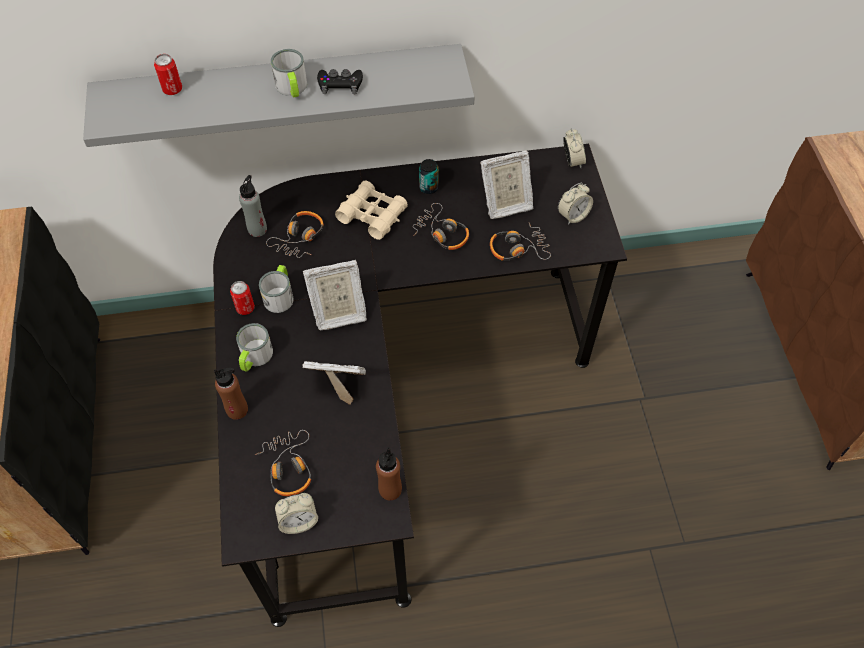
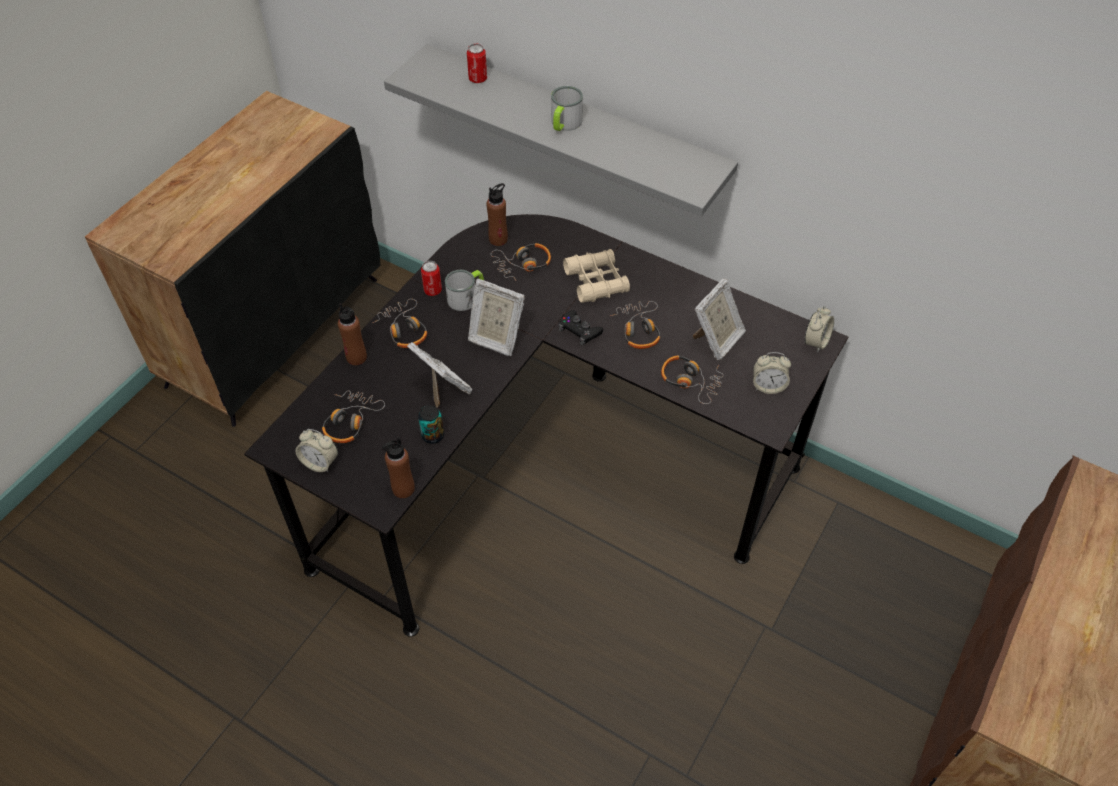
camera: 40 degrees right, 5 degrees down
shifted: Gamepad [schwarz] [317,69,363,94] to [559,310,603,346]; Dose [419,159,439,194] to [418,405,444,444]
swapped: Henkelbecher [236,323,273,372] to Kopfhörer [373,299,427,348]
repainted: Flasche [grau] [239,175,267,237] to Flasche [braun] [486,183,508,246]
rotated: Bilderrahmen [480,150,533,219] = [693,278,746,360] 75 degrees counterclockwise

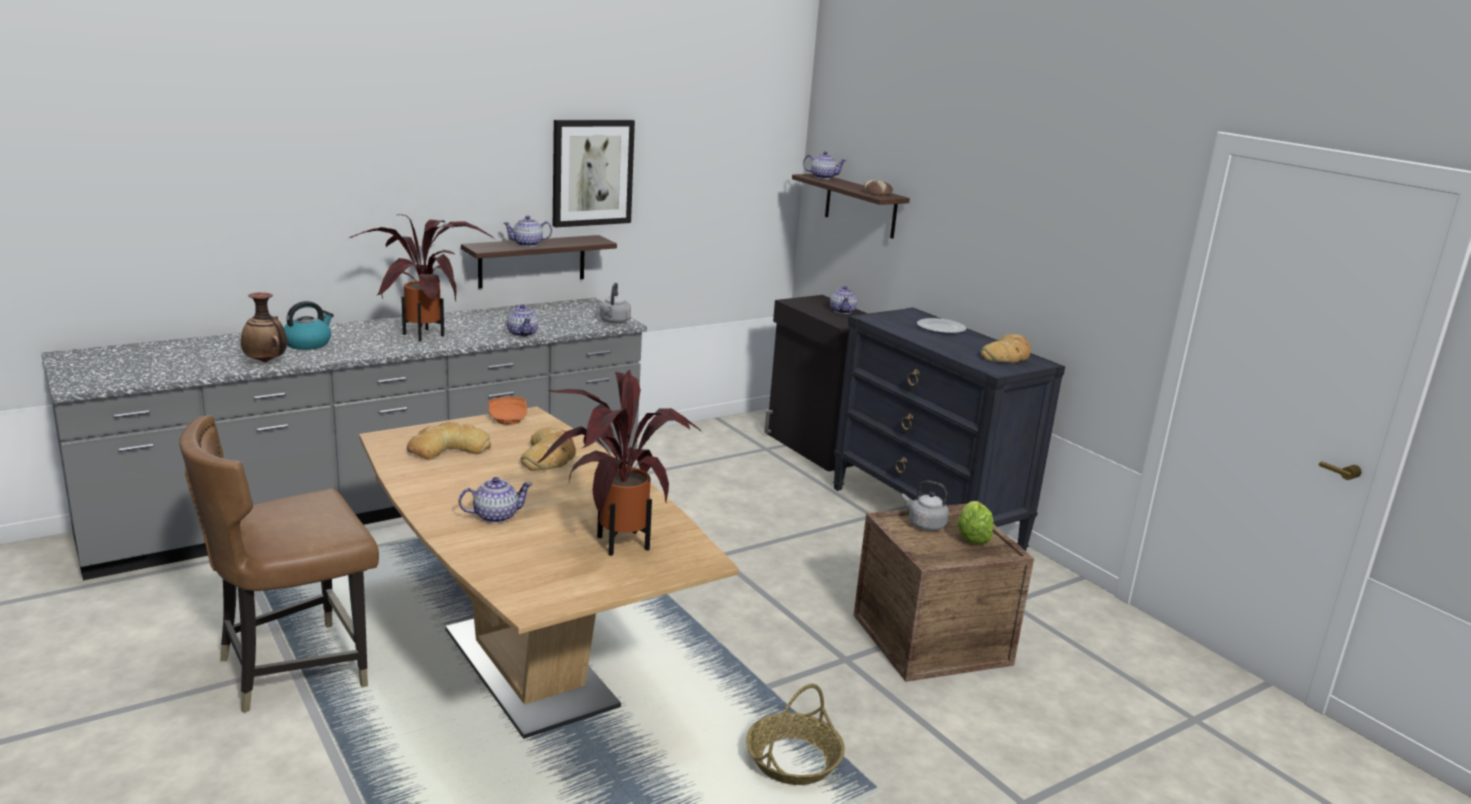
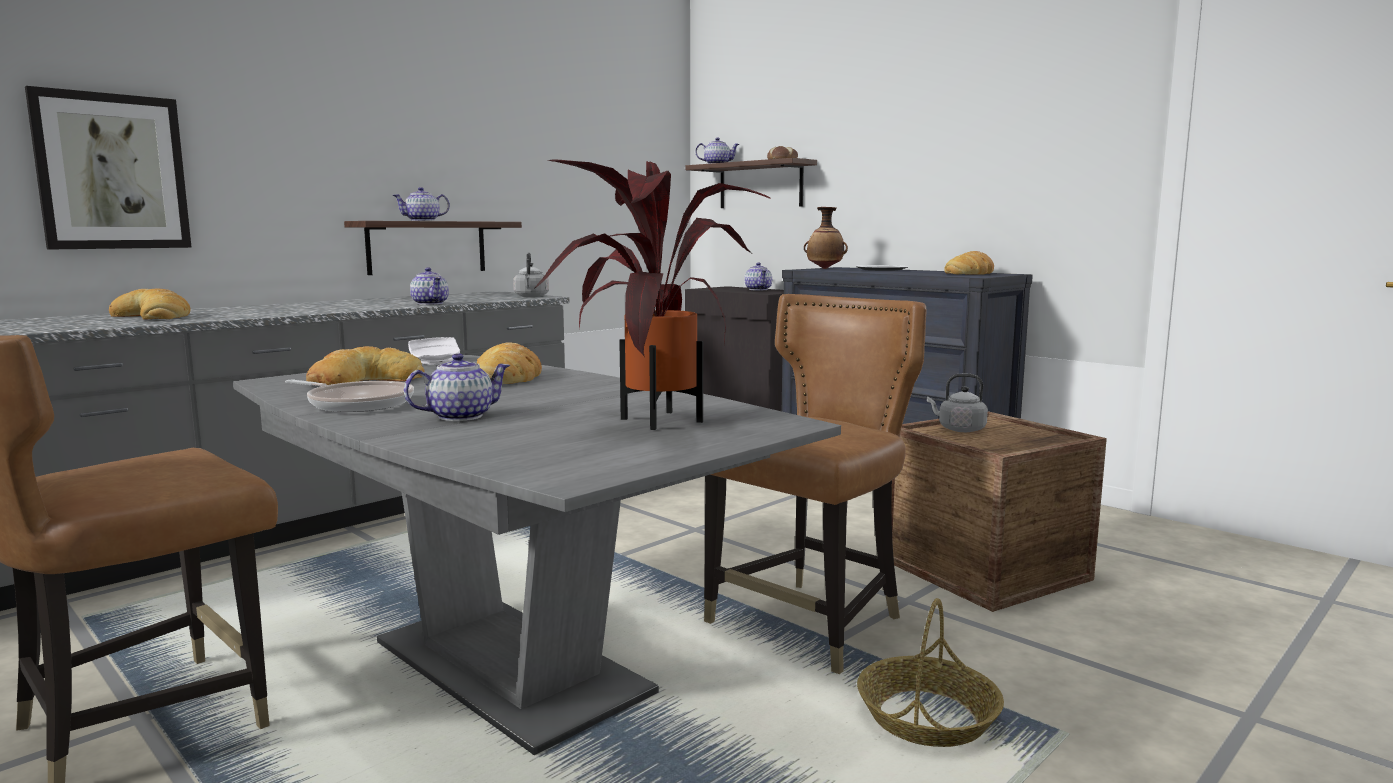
camera: 10 degrees left, 10 degrees down
gone: Topfpflanze [349,214,495,341]; Salatkopf [957,501,994,544]
new: Pfanne [285,380,414,412]; Stuhl [braun] [704,294,927,674]
shifted: Vase [241,292,287,362] to [804,207,848,269]; Bild [553,120,635,228] to [25,86,192,250]
swapped: Wasserkessel [284,301,334,350] to Brot [109,288,191,319]
repainted: Esstisch [braun] [359,407,739,739] to Esstisch [grau] [233,355,841,755]; Teller [orange] [489,397,527,425] to Teller [weiß] [408,337,460,365]

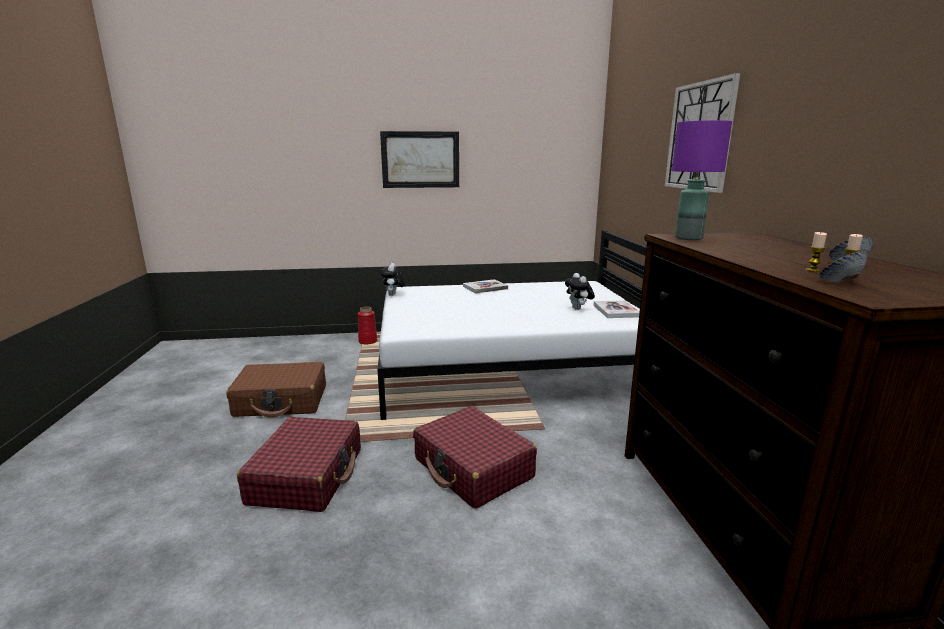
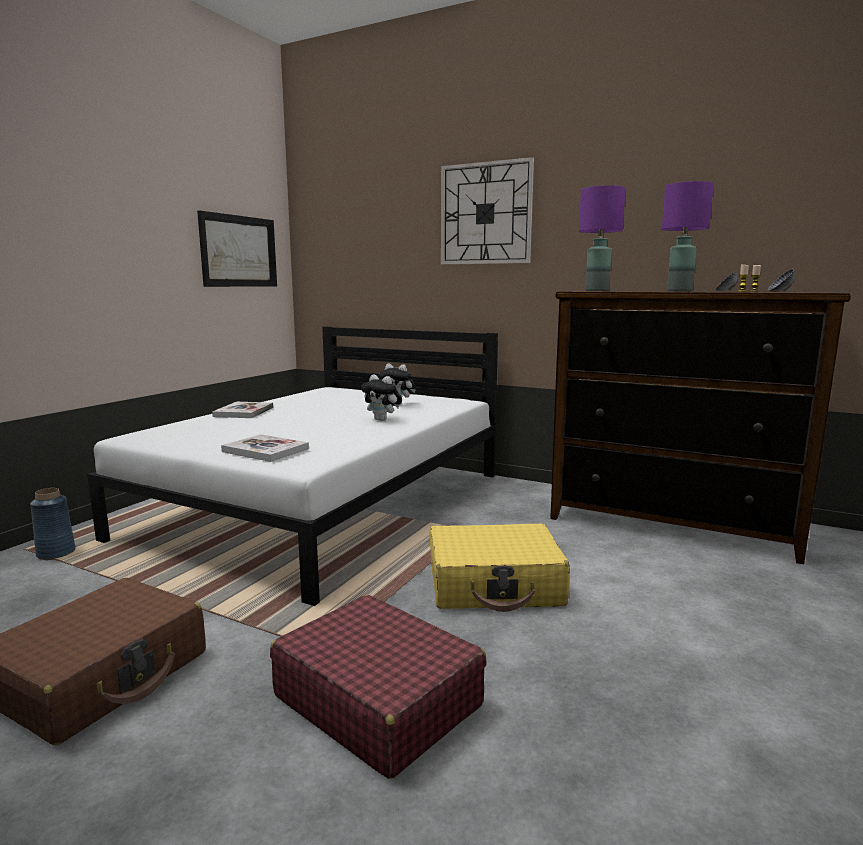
camera: 55 degrees left, 5 degrees down
new: Tischlampe [lila] [662,181,714,291]
shifted: Bild [380,131,459,188] to [197,211,277,287]; Plüschtier [381,263,405,296] to [361,374,402,421]; Buch [594,300,640,318] to [221,434,309,462]
repainted: Vase [rot] [358,306,377,344] to Vase [blau] [30,488,75,560]; Koffer [rot] [413,406,537,509] to Koffer [gelb] [430,524,570,612]

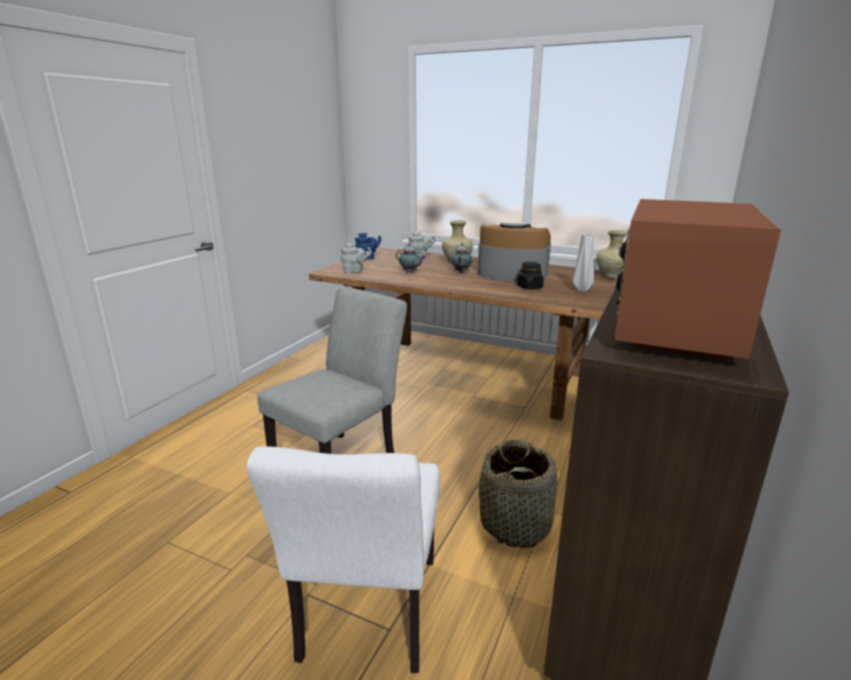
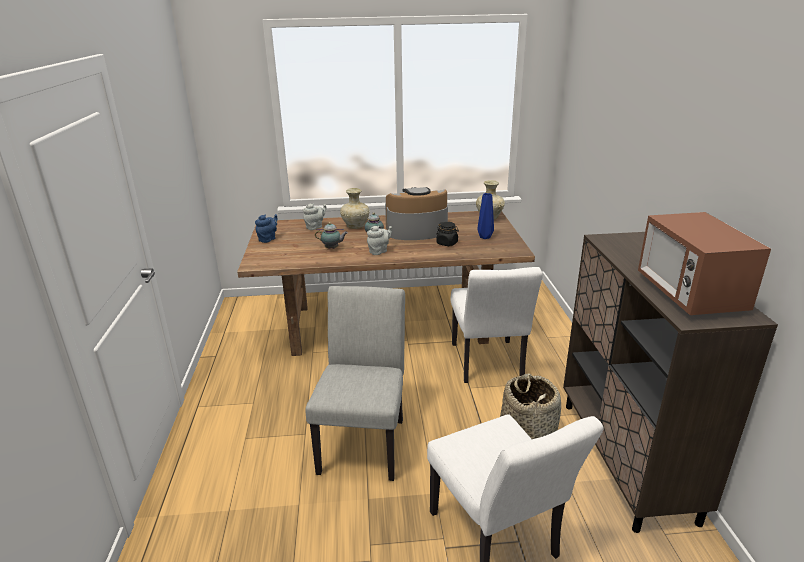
camera: 30 degrees left, 5 degrees up
new: Stuhl [weiß] [450,267,543,383]
shifted: Teekanne [grau] [340,242,372,273] to [367,226,392,255]
repainted: Vase [grau] [573,234,594,292] to Vase [blau] [477,193,494,239]

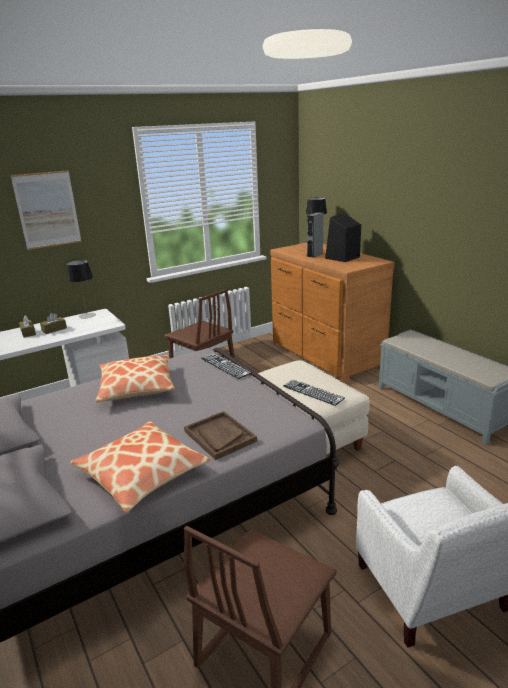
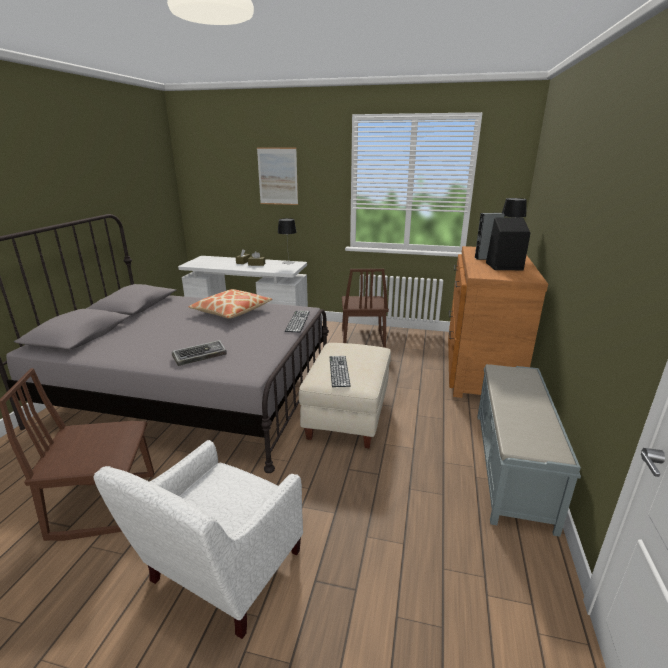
camera: 45 degrees right, 0 degrees up
gone: Kissen [70,421,211,512]
swapped: Tablett [braun] [184,411,257,460] to Tastatur [171,340,227,366]

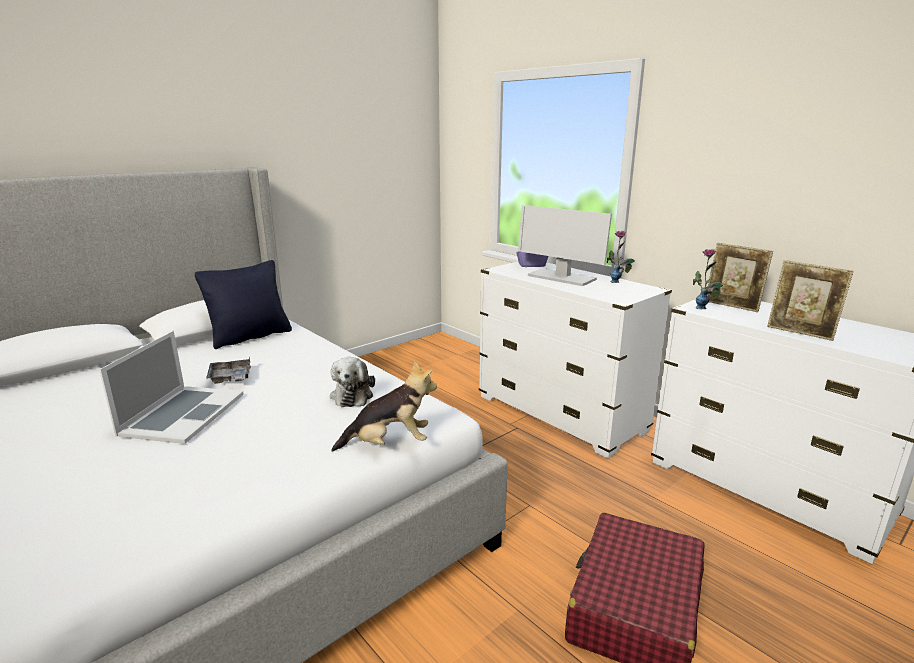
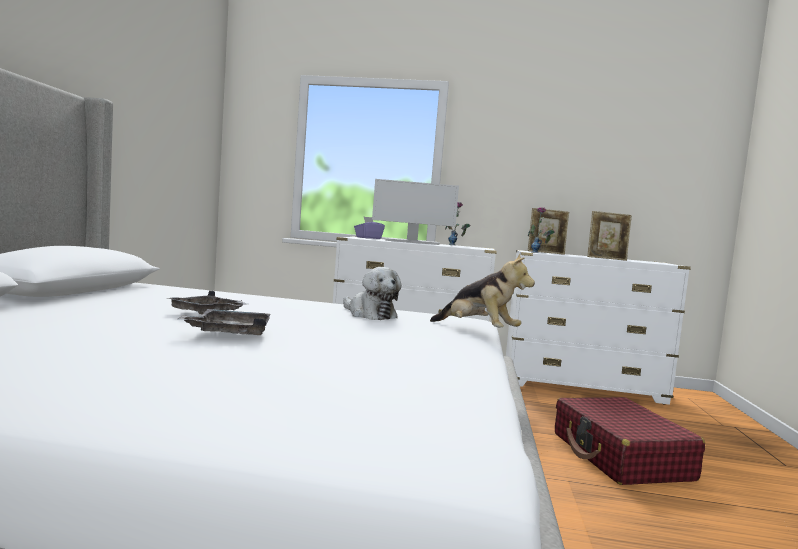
camera: 40 degrees left, 15 degrees down
gone: Kissen [schwarz] [195,260,292,349]
swapped: Laptop [99,331,244,444] to Tablett [grau] [178,309,270,335]
rotated: Plüschtier [331,361,437,452] = [430,253,535,328] 90 degrees clockwise

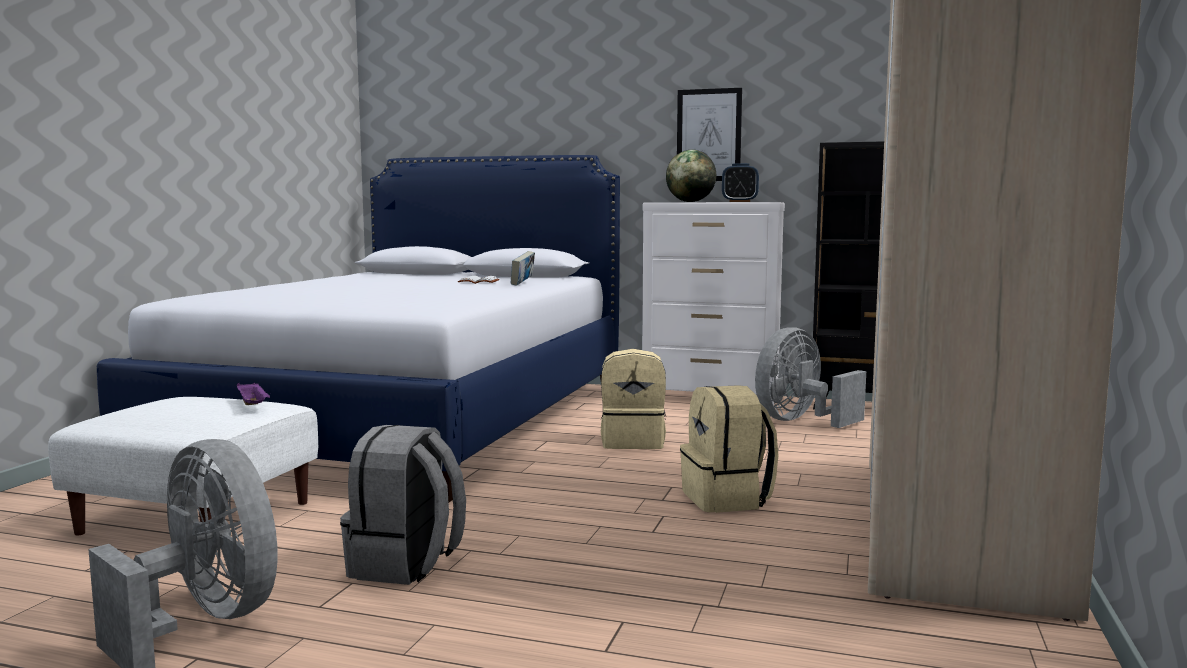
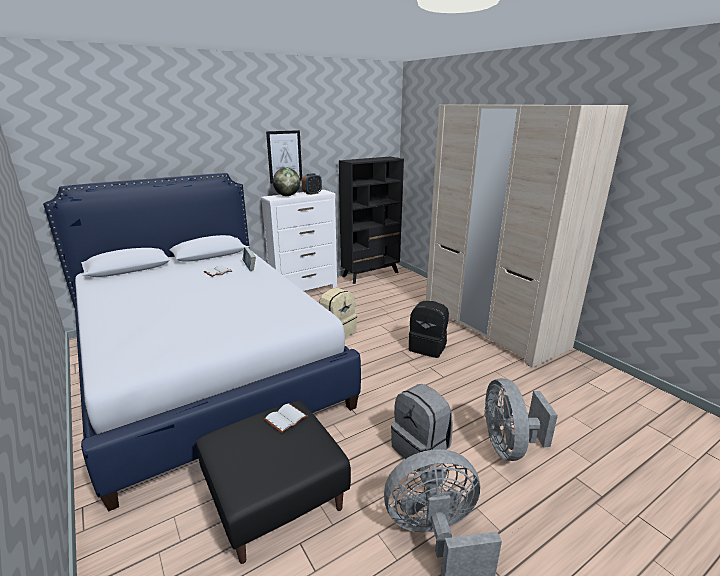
camera: 50 degrees left, 15 degrees up
shifted: Ventilator [grau] [755,327,866,428] to [484,378,558,461]
swapped: Tablett [lila] [237,383,270,405] to Buch [weiß] [264,403,308,433]
repainted: Polsterhocker [weiß] [48,397,318,536] to Polsterhocker [schwarz] [196,401,351,564]; Rucksack [beige] [680,385,778,513] to Rucksack [schwarz] [409,301,449,358]

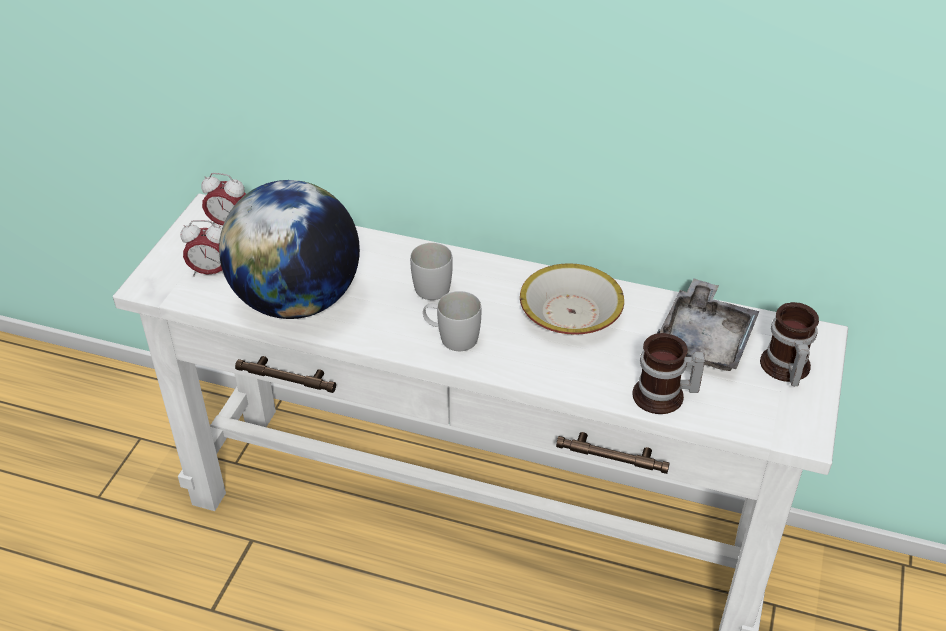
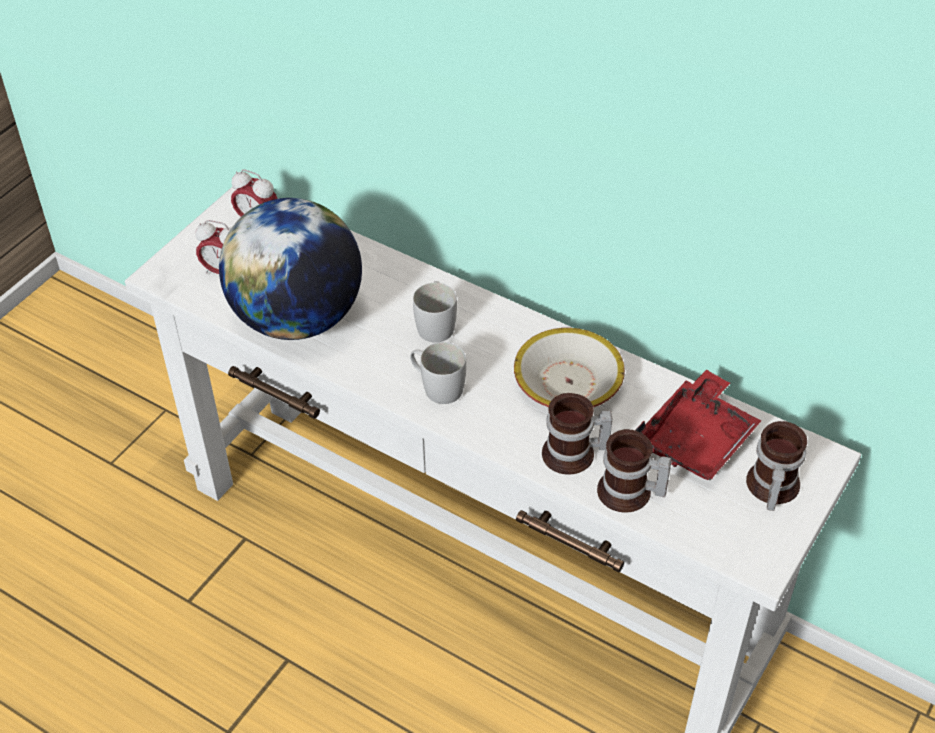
camera: 15 degrees right, 5 degrees up
new: Henkelbecher [542,393,612,475]
repainted: Tablett [grau] [657,278,759,371] to Tablett [rot] [635,370,761,480]

